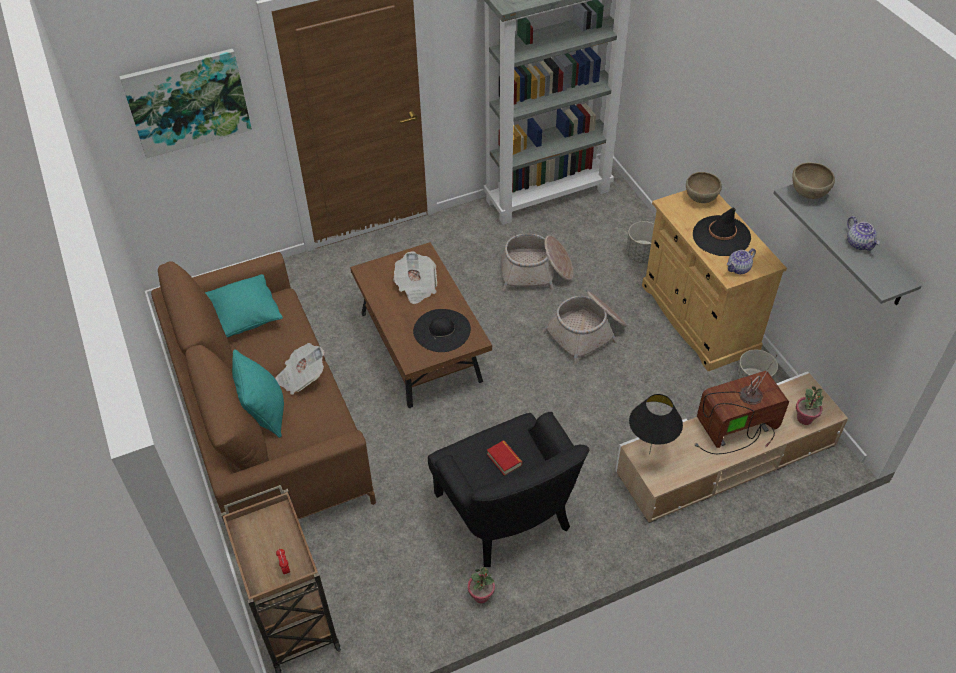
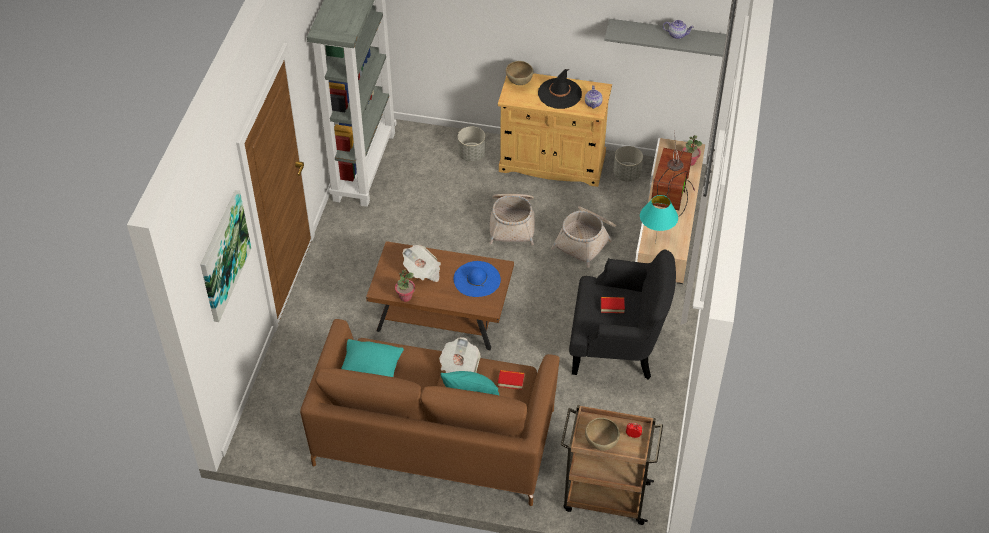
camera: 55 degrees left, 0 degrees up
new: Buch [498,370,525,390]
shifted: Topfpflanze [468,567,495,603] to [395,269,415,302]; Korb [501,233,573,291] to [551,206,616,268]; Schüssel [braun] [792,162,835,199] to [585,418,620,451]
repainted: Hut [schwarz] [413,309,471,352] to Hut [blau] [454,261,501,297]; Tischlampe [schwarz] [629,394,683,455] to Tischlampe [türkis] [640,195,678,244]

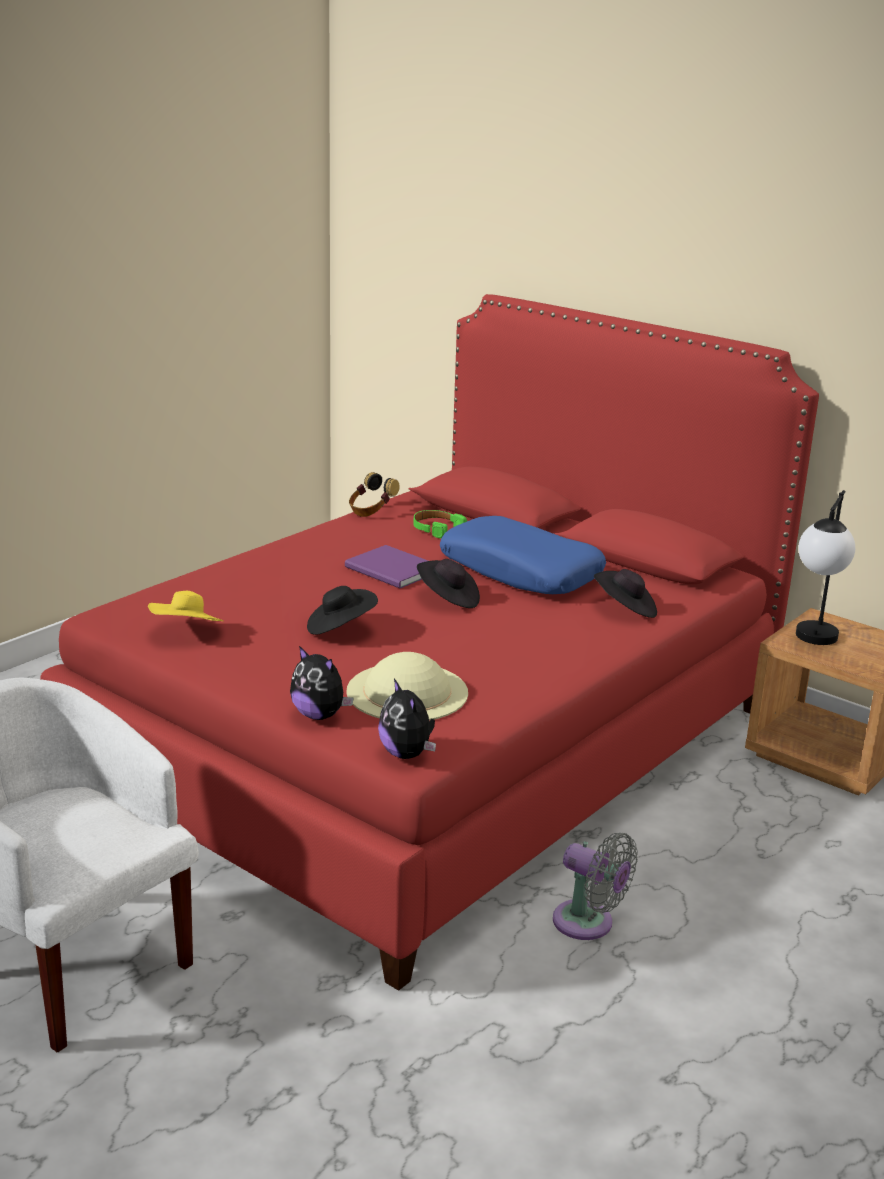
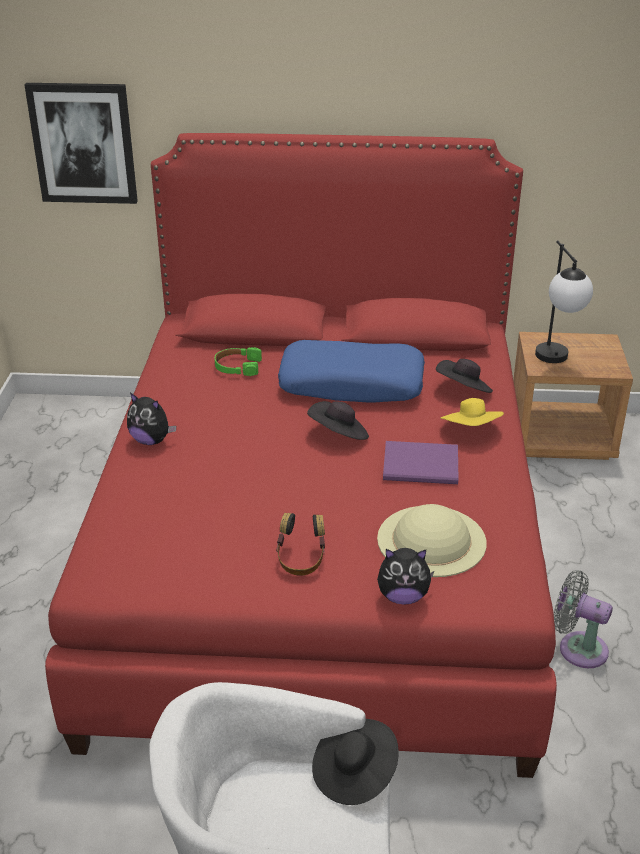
camera: 35 degrees left, 10 degrees up
new: Bild [25,83,138,204]
shifted: Hut [gelb] [148,591,224,621] to [441,398,504,426]; Hut [schwarz] [307,586,378,635] to [312,719,399,805]; Buch [lila] [345,545,428,588] to [383,441,458,484]; Kopfhörer [349,472,400,517] to [276,513,325,576]; Plüschtier [378,679,436,759] to [127,393,176,445]
rotated: Ventilator [grau] [553,833,638,940] = [554,570,613,668] 150 degrees counterclockwise

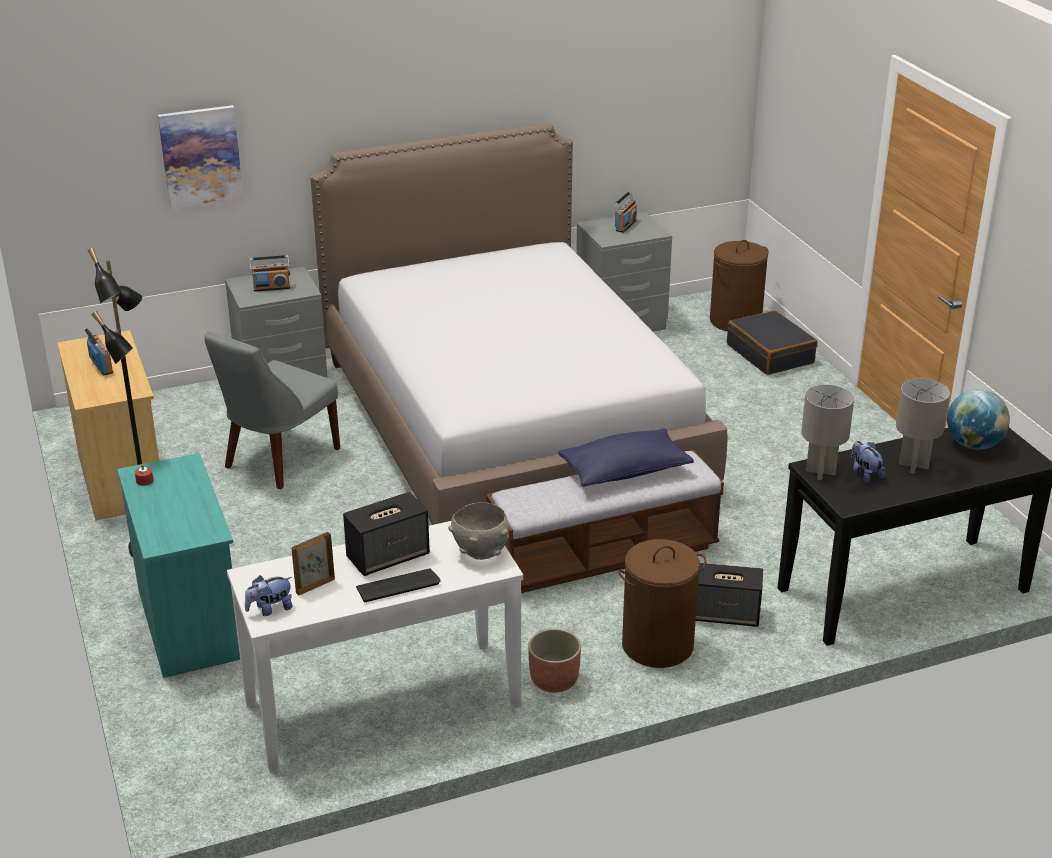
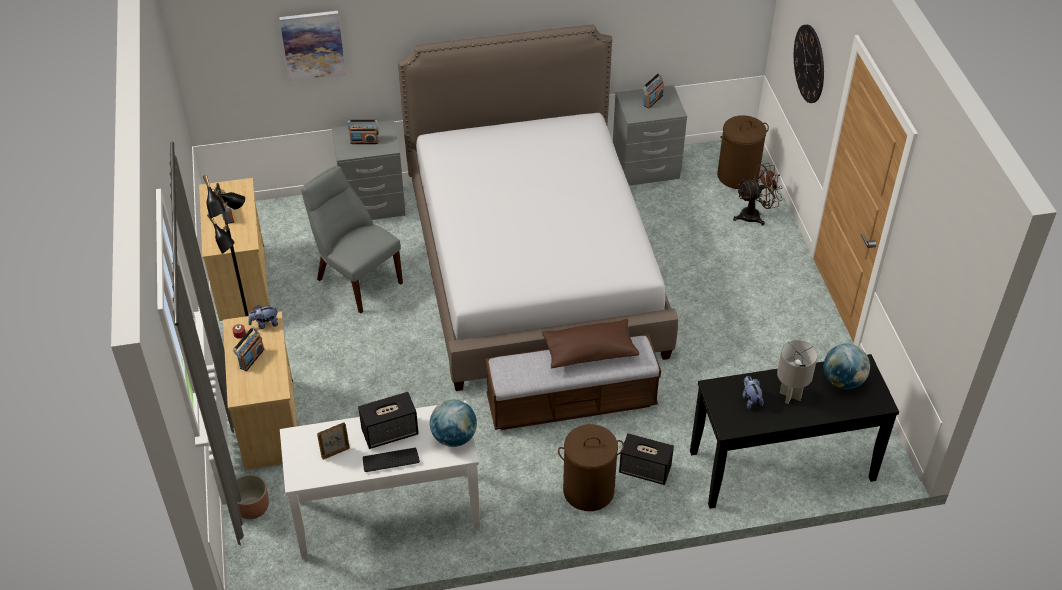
camera: 10 degrees right, 15 degrees up
gone: Tischlampe [grau] [801,385,854,480]
new: Radio [233,327,264,371]; Wanduhr [794,24,824,103]
shifted: Plüschtier [245,575,292,616] to [248,305,278,329]; Pflanzkübel [528,629,581,693] to [236,474,269,519]
swapped: Schüssel [grau] [448,502,509,560] to Globus [430,400,477,447]; Koffer [schwarz] [727,310,818,375] to Ventilator [braun] [733,163,783,226]
repainted: Kommode [türkis] [117,453,240,678] to Kommode [beige] [223,311,297,470]; Kissen [blau] [558,428,694,487] to Kissen [braun] [542,319,639,368]
rotated: Stuhl [grau] [204,332,340,489] = [301,165,403,314] 90 degrees clockwise

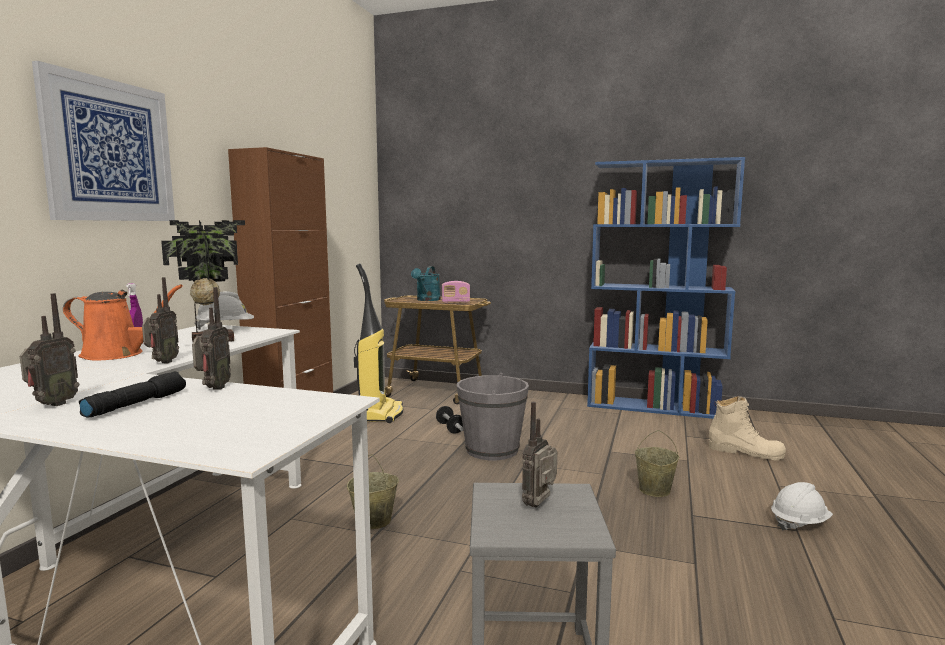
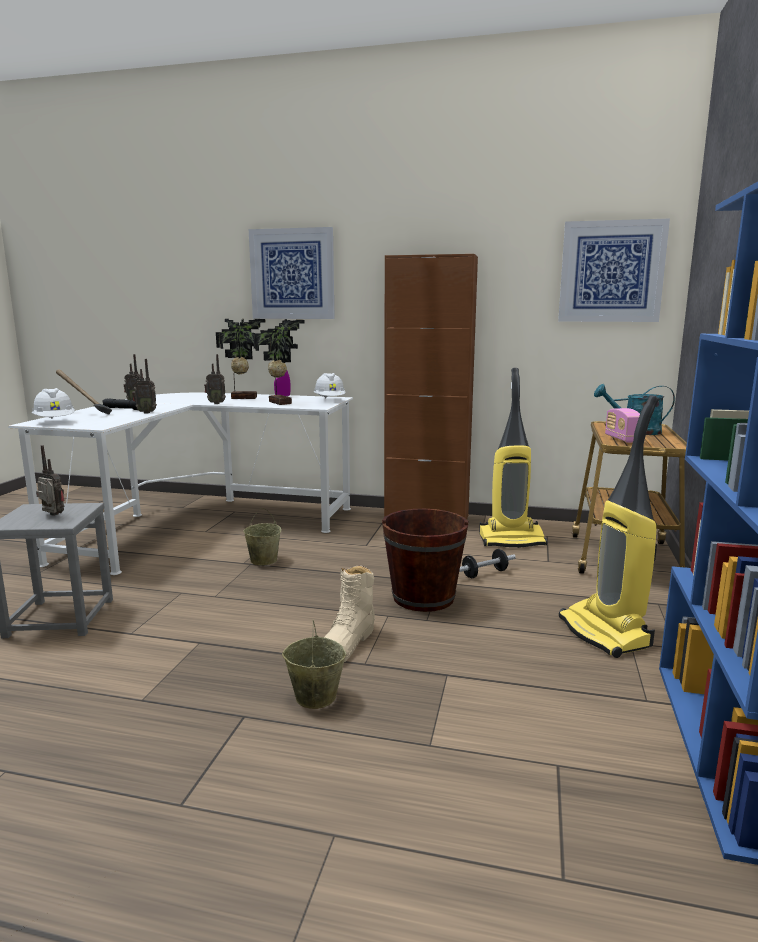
camera: 85 degrees right, 5 degrees up
new: Hammer [56,369,112,415]; Bild [558,219,670,322]; Staubsauger [559,395,659,658]
shifted: Stiefel [beige] [709,396,786,461] to [325,565,375,662]; Schutzhelm [weiß] [771,482,833,530] to [32,388,75,419]
swapped: Gießkanne [orange] [63,284,183,360] to Topfpflanze [216,319,265,399]
repainted: Eimer [grau] [457,373,529,460] to Eimer [braun] [382,509,469,612]

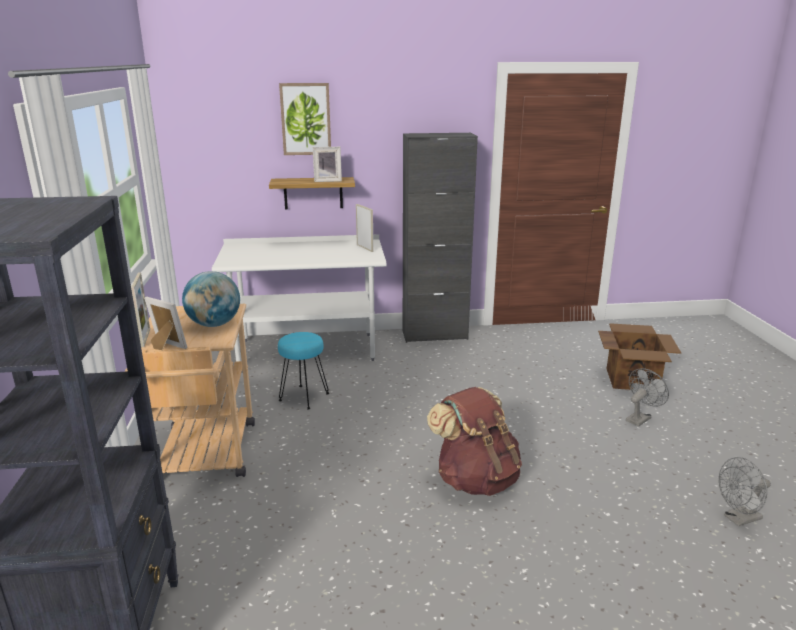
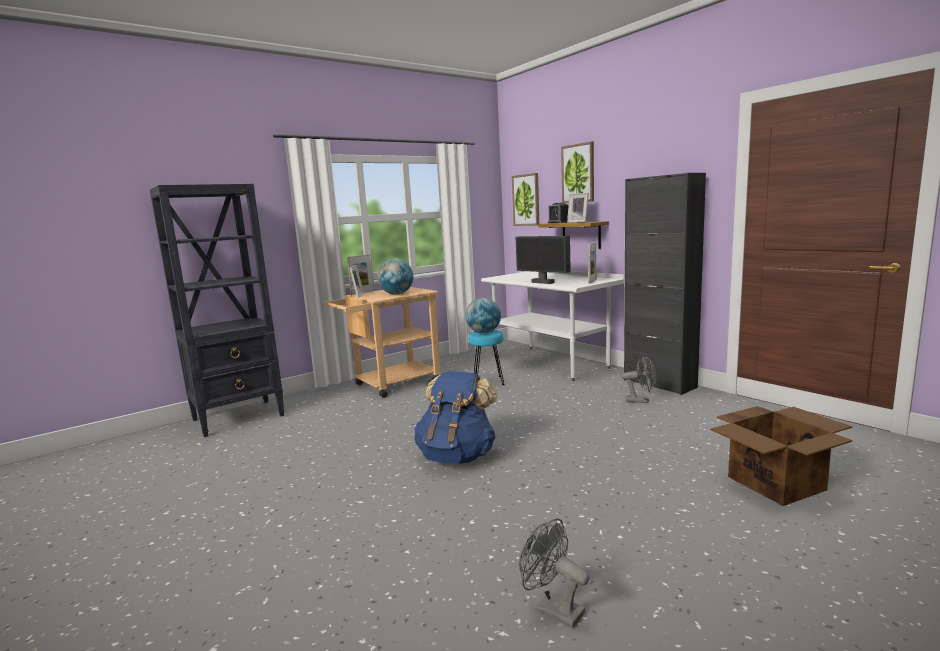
camera: 60 degrees right, 10 degrees down
new: Globus [465,298,501,334]; Bild [512,173,539,226]; Monitor [516,236,571,284]; Wecker [548,203,569,223]
shifted: Ventilator [grau] [626,368,669,426] to [621,355,656,403]
repainted: Rucksack [braun] [427,387,522,496] to Rucksack [blau] [414,371,498,464]

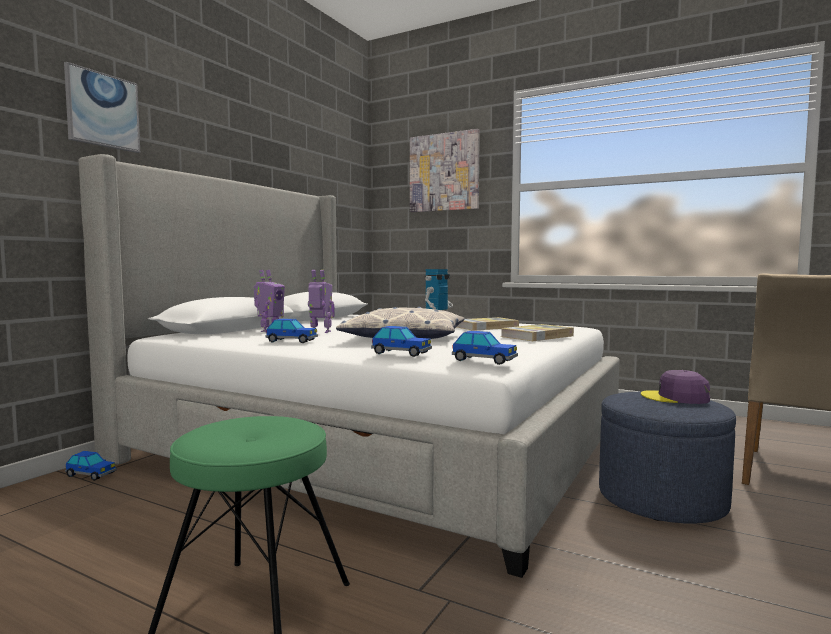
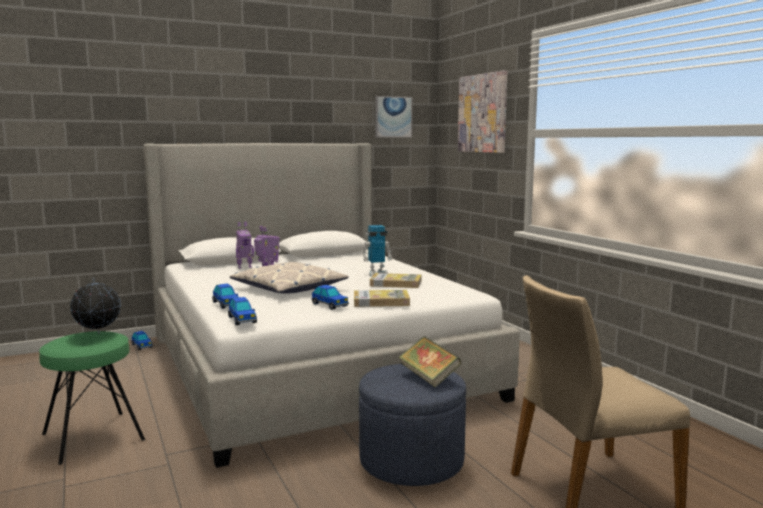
camera: 35 degrees right, 5 degrees up
new: Globus [70,278,121,334]
shifted: Bild [64,62,140,153] to [375,96,412,138]; Spielzeugauto [266,318,318,343] to [311,285,349,310]
swapped: Kappe [lila] [641,370,710,404] to Buch [398,336,461,388]

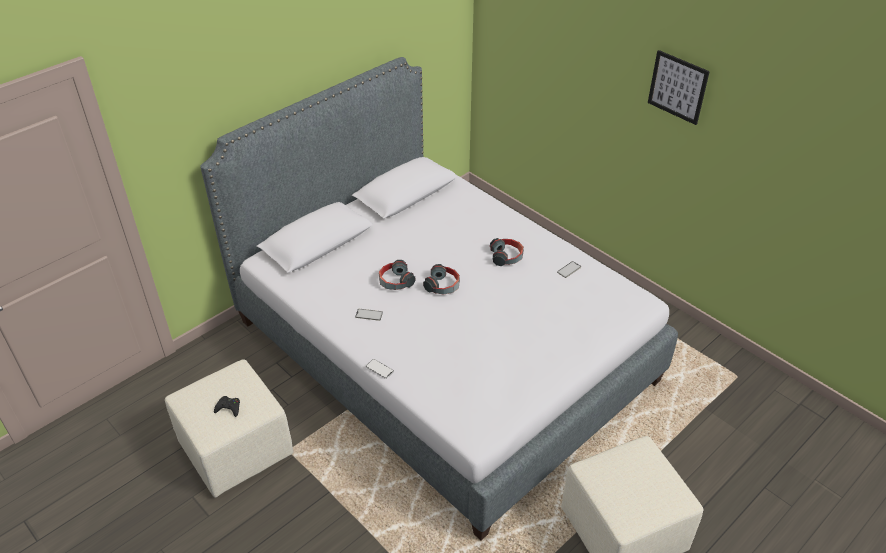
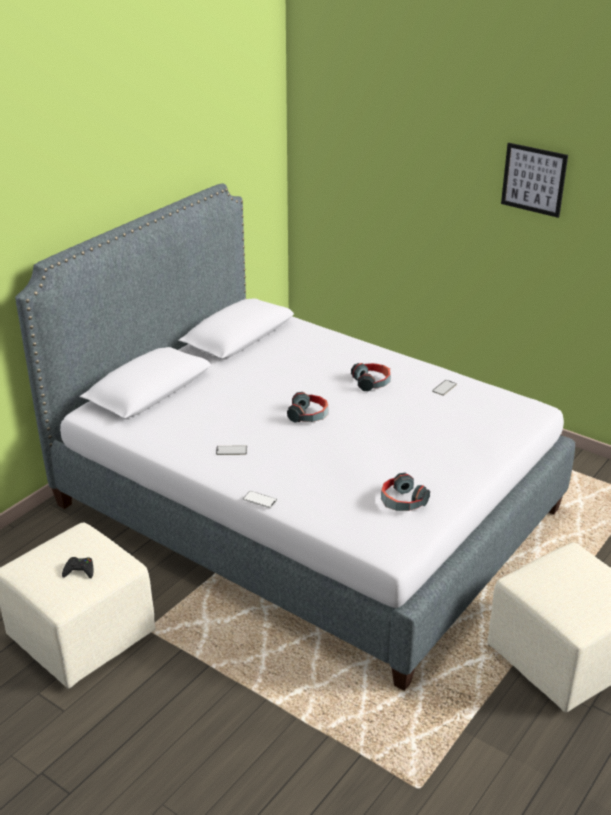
camera: 10 degrees left, 10 degrees down
shifted: Kopfhörer [379,260,415,290] to [381,473,430,511]

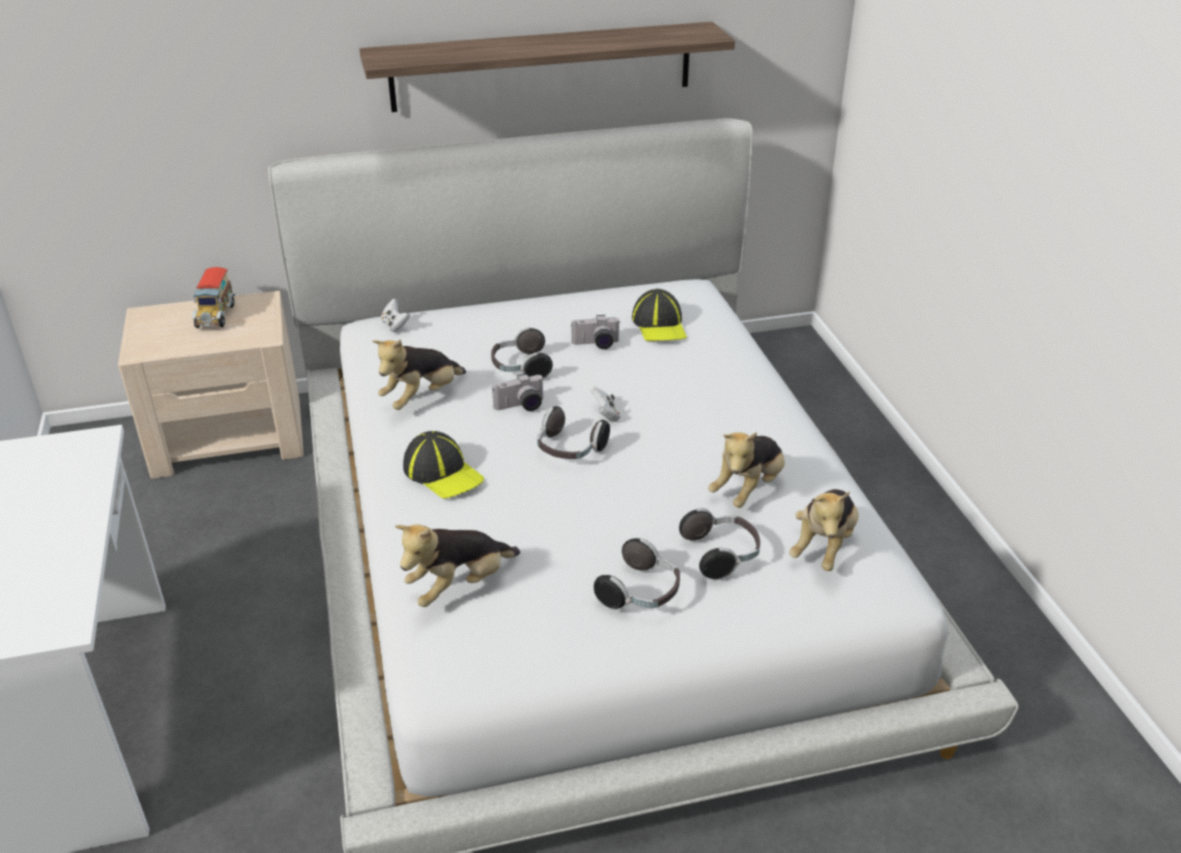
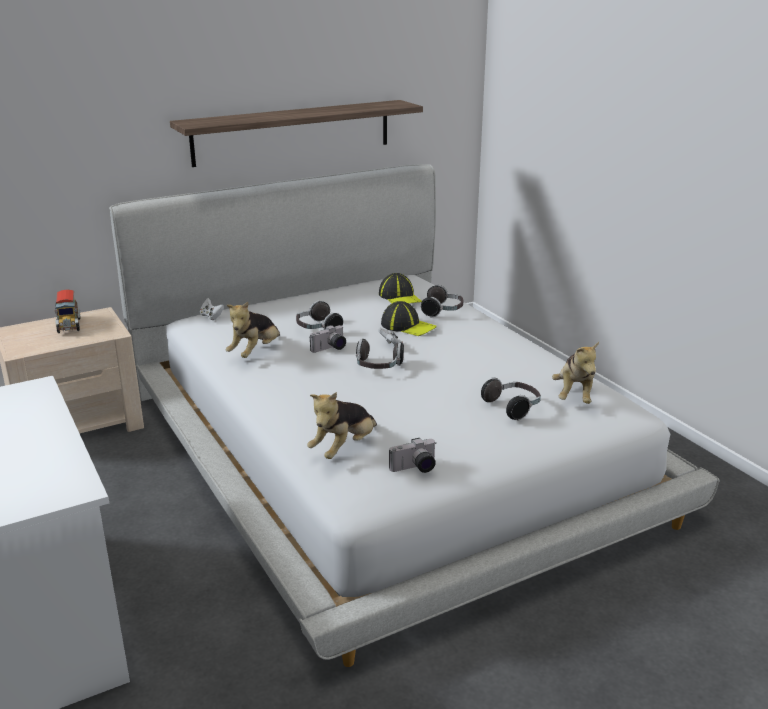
camera: 15 degrees left, 10 degrees down
gone: Plüschtier [708,432,785,508]
shifted: Kappe [403,431,484,499] to [381,301,437,336]; Kamera [571,315,621,349] to [389,438,436,473]; Kopfhörer [594,538,680,610] to [421,285,463,318]

